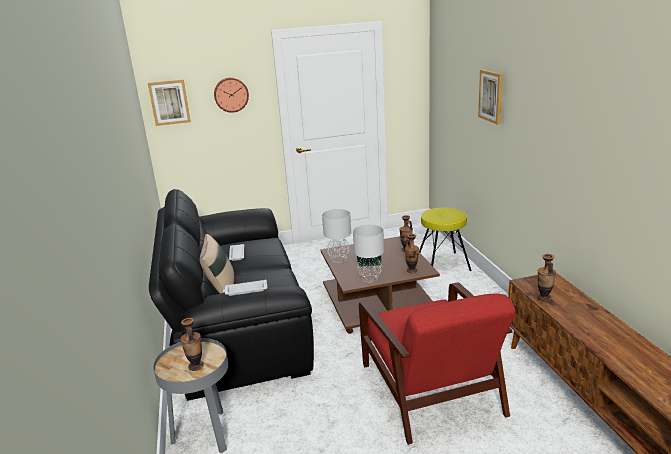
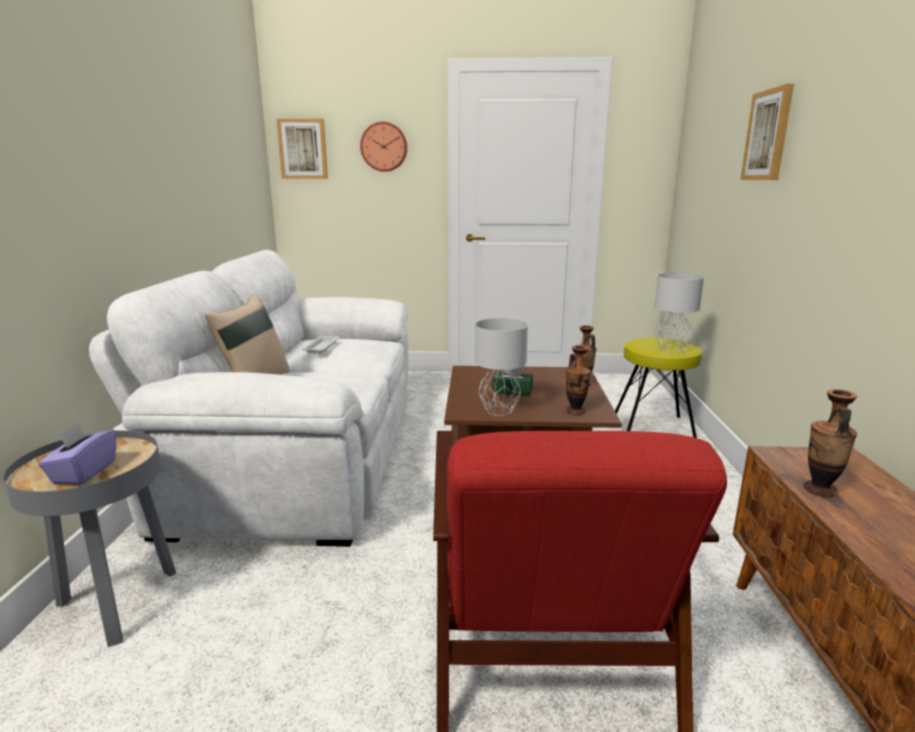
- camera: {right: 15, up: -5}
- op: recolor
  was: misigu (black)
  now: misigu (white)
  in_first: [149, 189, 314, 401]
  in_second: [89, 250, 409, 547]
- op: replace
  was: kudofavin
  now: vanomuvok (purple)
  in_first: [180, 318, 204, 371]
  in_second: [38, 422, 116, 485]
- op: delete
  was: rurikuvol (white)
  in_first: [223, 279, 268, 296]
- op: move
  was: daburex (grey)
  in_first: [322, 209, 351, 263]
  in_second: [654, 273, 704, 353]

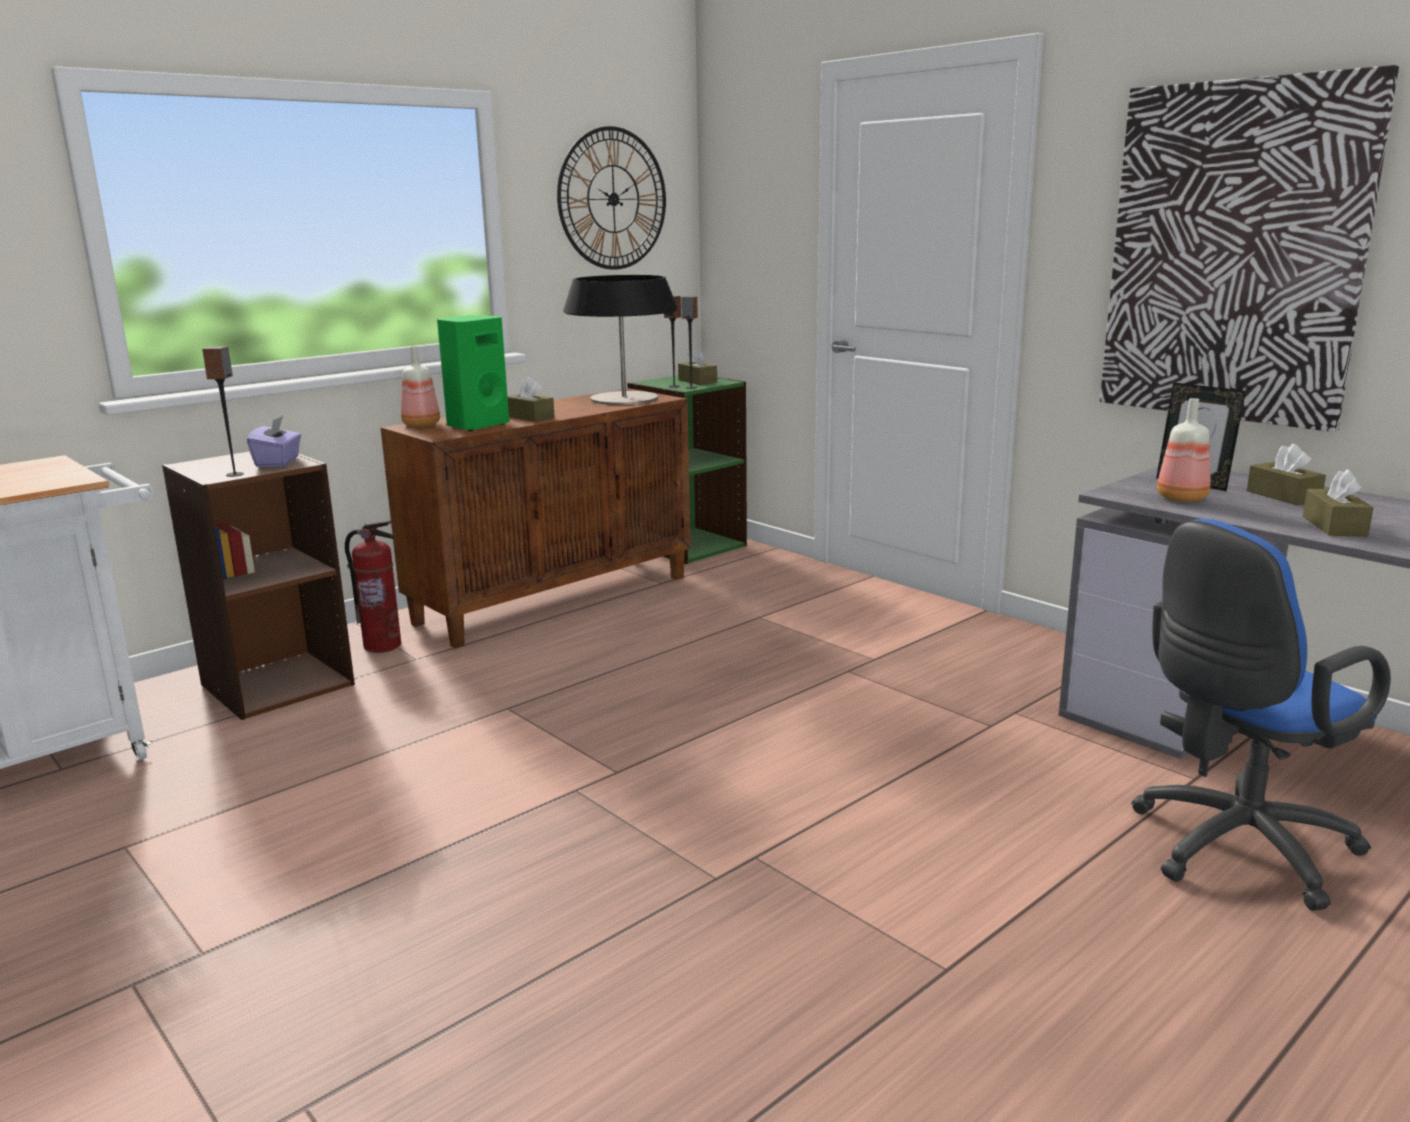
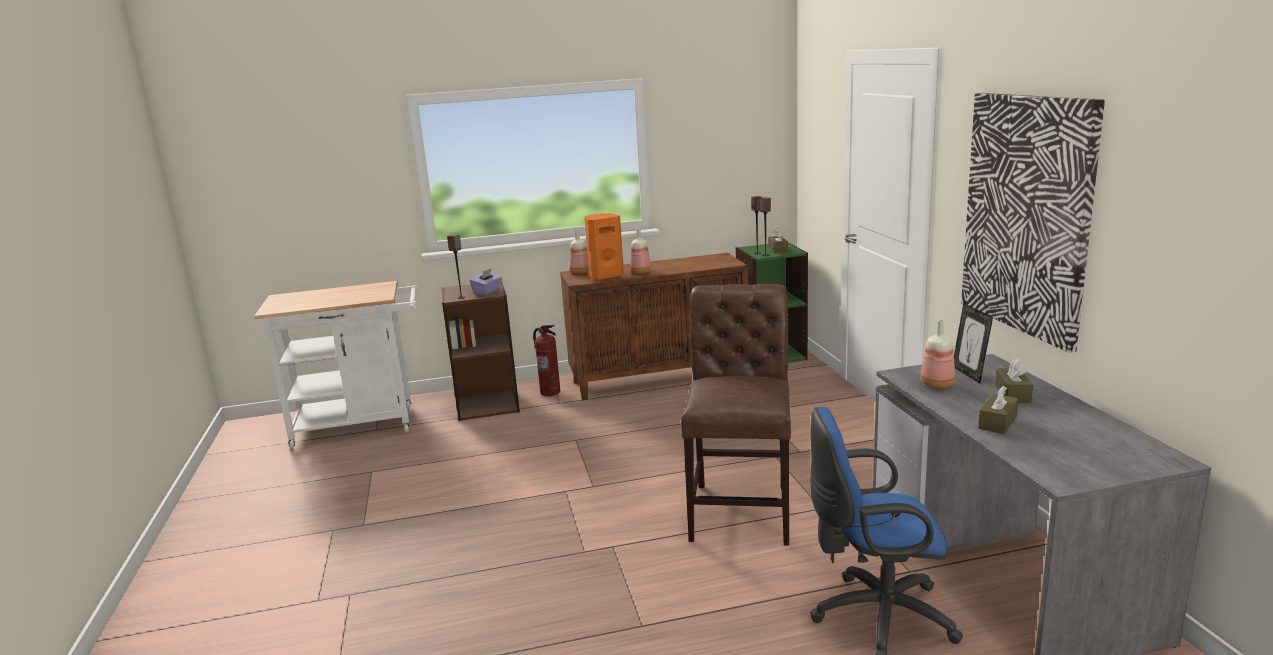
- camera: {right: 30, up: 0}
- op: recolor
  was: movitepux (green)
  now: movitepux (orange)
  in_first: [437, 315, 509, 431]
  in_second: [584, 213, 624, 280]
- op: replace
  was: vanomuvok (brown)
  now: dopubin
  in_first: [507, 377, 555, 422]
  in_second: [630, 228, 651, 274]
- op: delete
  was: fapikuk
  in_first: [557, 126, 666, 270]
- op: delete
  was: daburex
  in_first: [563, 275, 677, 405]
- op: insert
  now: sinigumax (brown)
  in_second: [681, 284, 791, 545]

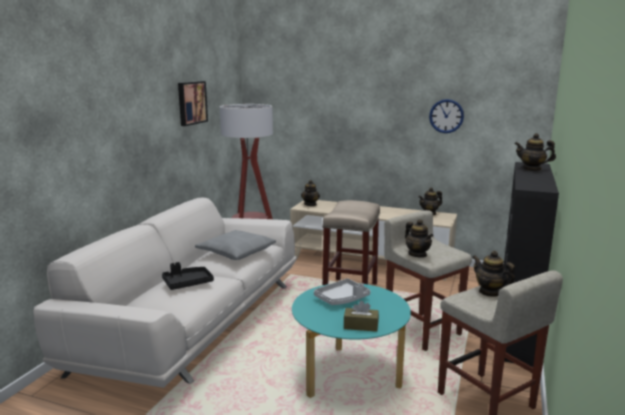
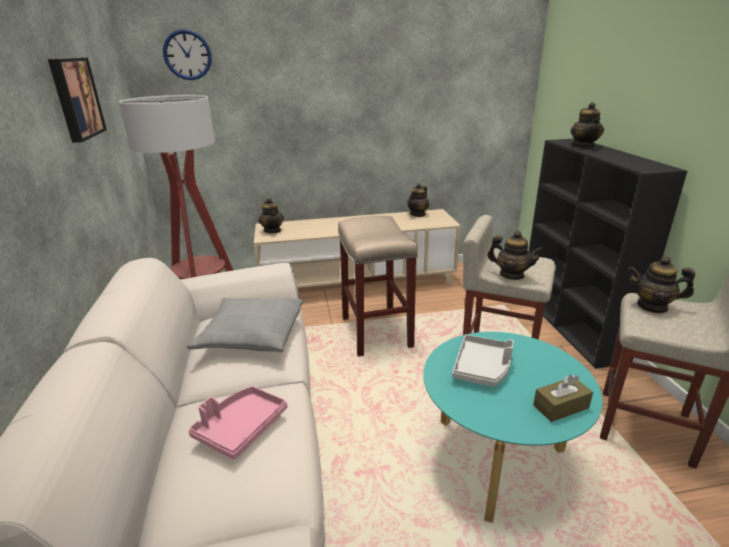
- camera: {right: -30, up: 10}
- op: recolor
  was: rurikuvol (black)
  now: rurikuvol (pink)
  in_first: [162, 262, 214, 290]
  in_second: [188, 386, 287, 459]
- op: move
  was: fapikuk
  in_first: [429, 99, 464, 133]
  in_second: [163, 29, 212, 80]
- op: rotate
  was: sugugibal
  in_first: [515, 133, 556, 171]
  in_second: [571, 102, 604, 148]
  clockwise: -75

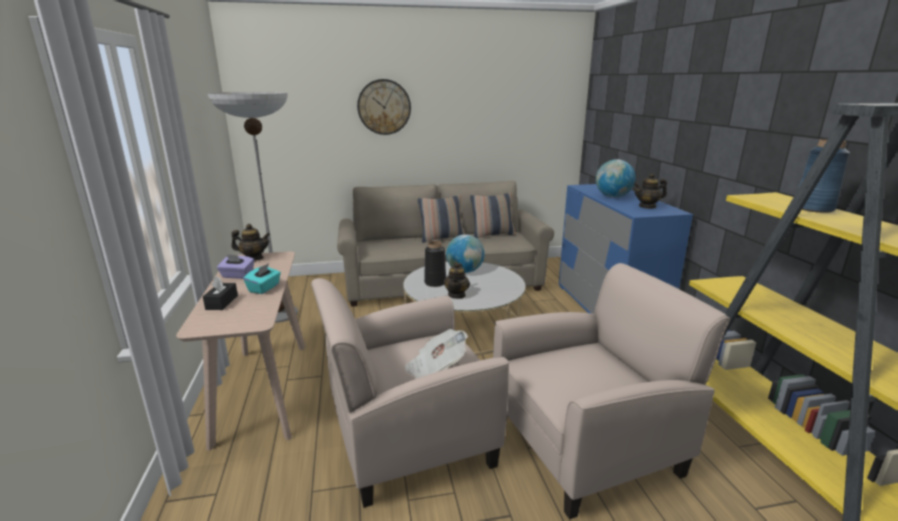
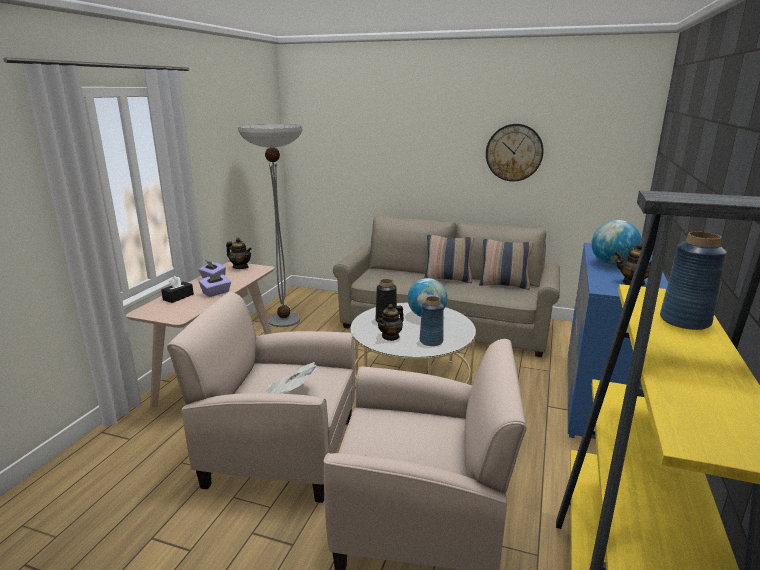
- camera: {right: 30, up: 0}
- op: recolor
  was: vanomuvok (turquoise)
  now: vanomuvok (purple)
  in_first: [243, 263, 281, 294]
  in_second: [199, 273, 231, 297]
- op: move
  was: fapikuk
  in_first: [357, 79, 411, 135]
  in_second: [486, 124, 544, 181]
- op: insert
  now: kudofavin (blue)
  in_second: [420, 296, 444, 346]

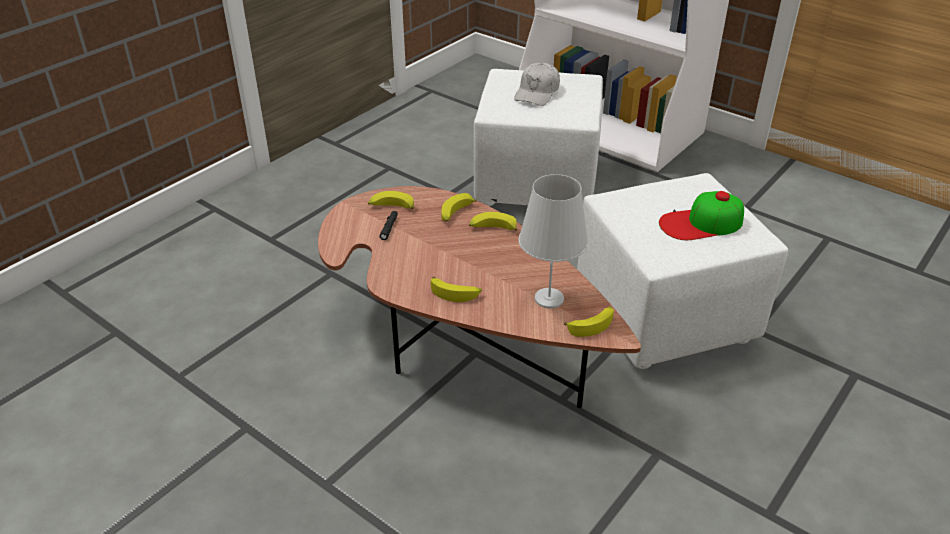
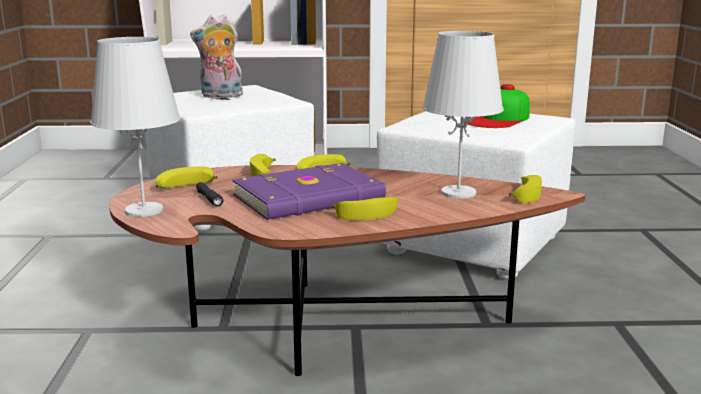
- camera: {right: -40, up: -20}
- op: replace
  was: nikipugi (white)
  now: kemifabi
  in_first: [514, 63, 560, 106]
  in_second: [190, 14, 244, 98]
- op: insert
  now: daburex (white)
  in_second: [90, 37, 180, 217]
- op: insert
  now: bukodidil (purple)
  in_second: [233, 163, 386, 220]

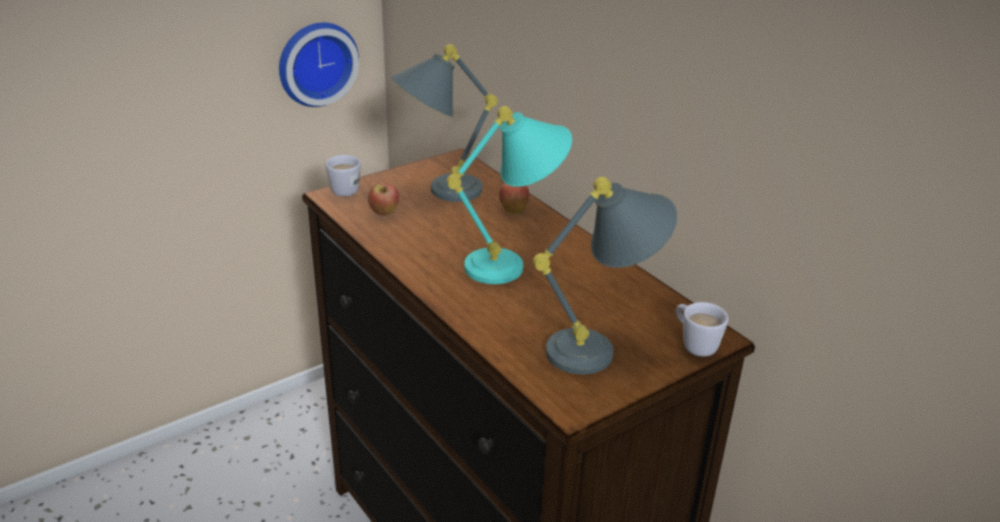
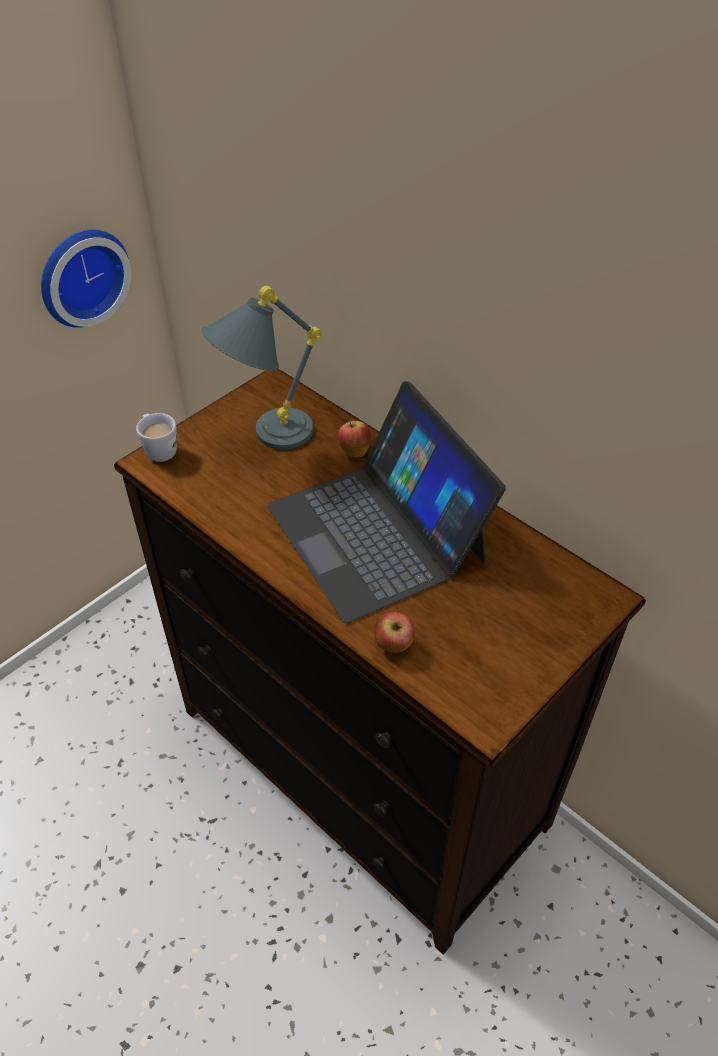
- camera: {right: -10, up: 15}
- op: move
  was: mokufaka
  in_first: [368, 183, 399, 216]
  in_second: [374, 612, 415, 653]
- op: replace
  was: daburex (turquoise)
  now: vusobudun
  in_first: [447, 106, 572, 284]
  in_second: [267, 381, 506, 623]
- op: delete
  was: daburex (grey)
  in_first: [533, 177, 677, 374]
- op: delete
  was: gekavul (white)
  in_first: [676, 302, 728, 357]

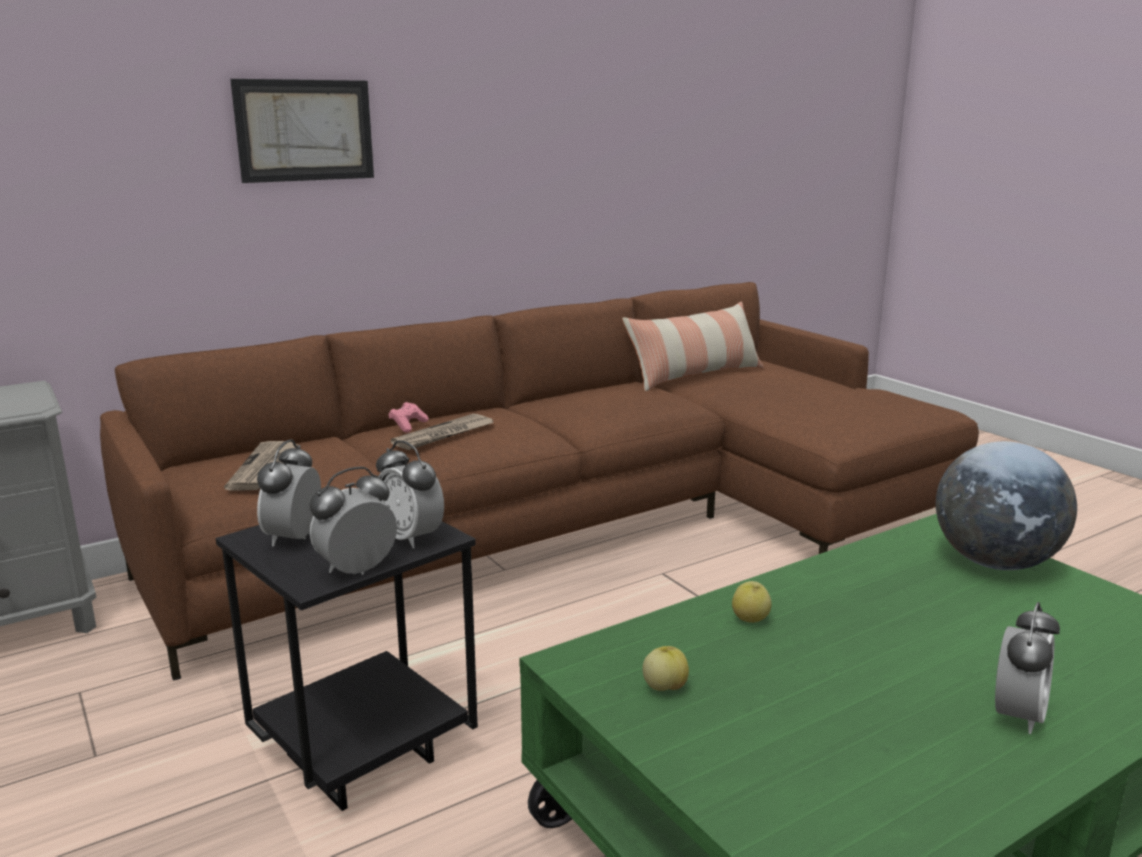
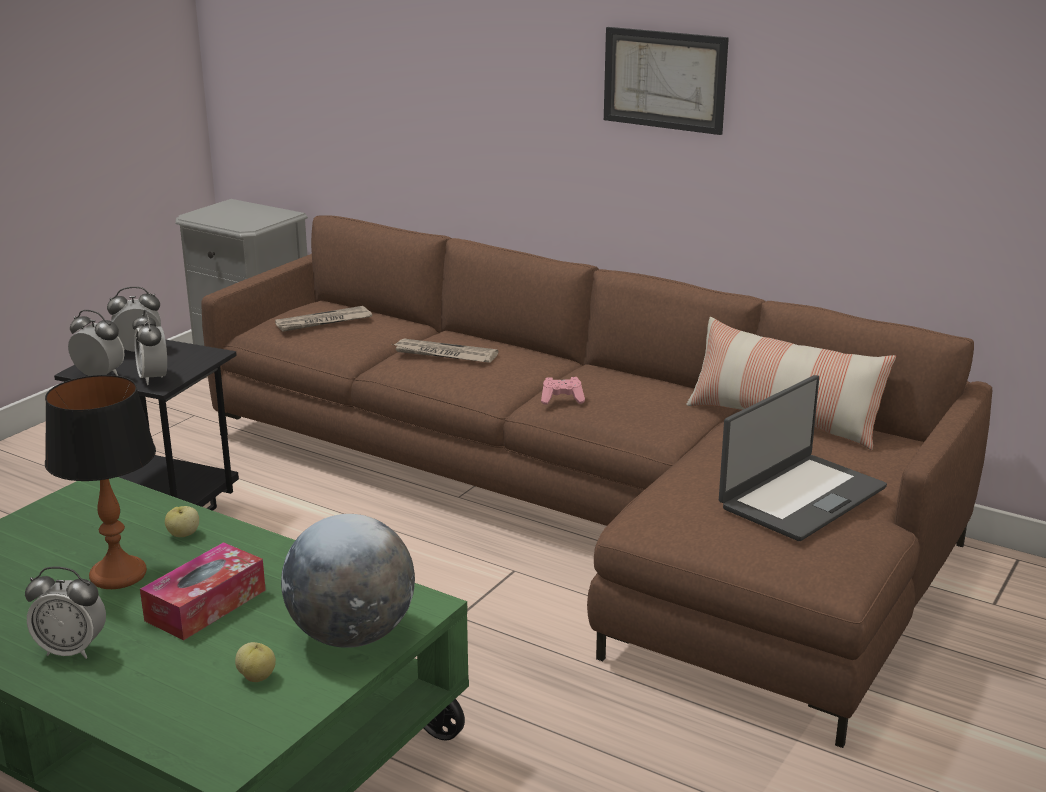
- camera: {right: 65, up: 5}
- op: move
  was: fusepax
  in_first: [230, 79, 374, 183]
  in_second: [604, 27, 729, 135]
- op: rotate
  was: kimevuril
  in_first: [376, 440, 444, 548]
  in_second: [132, 310, 167, 385]
  clockwise: -45
- op: move
  was: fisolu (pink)
  in_first: [388, 402, 429, 433]
  in_second: [541, 377, 585, 405]
- op: move
  was: mokufaka
  in_first: [642, 646, 689, 691]
  in_second: [235, 642, 276, 682]
- op: insert
  now: daburex
  in_second: [45, 375, 156, 589]
- op: insert
  now: vanomuvok
  in_second: [140, 542, 266, 640]
- op: insert
  now: vusobudun
  in_second: [719, 375, 887, 541]

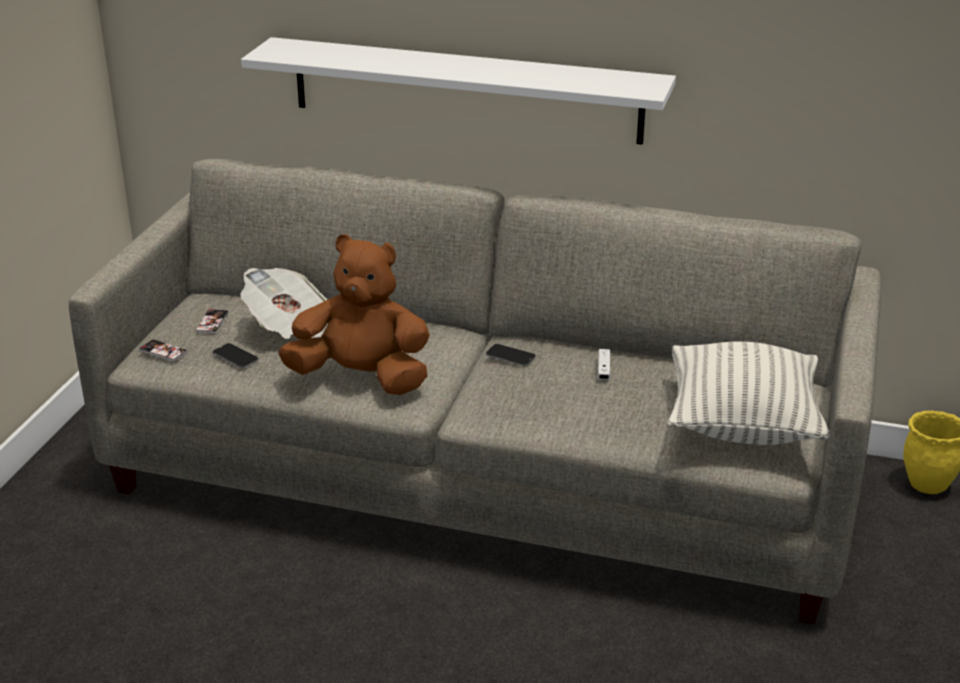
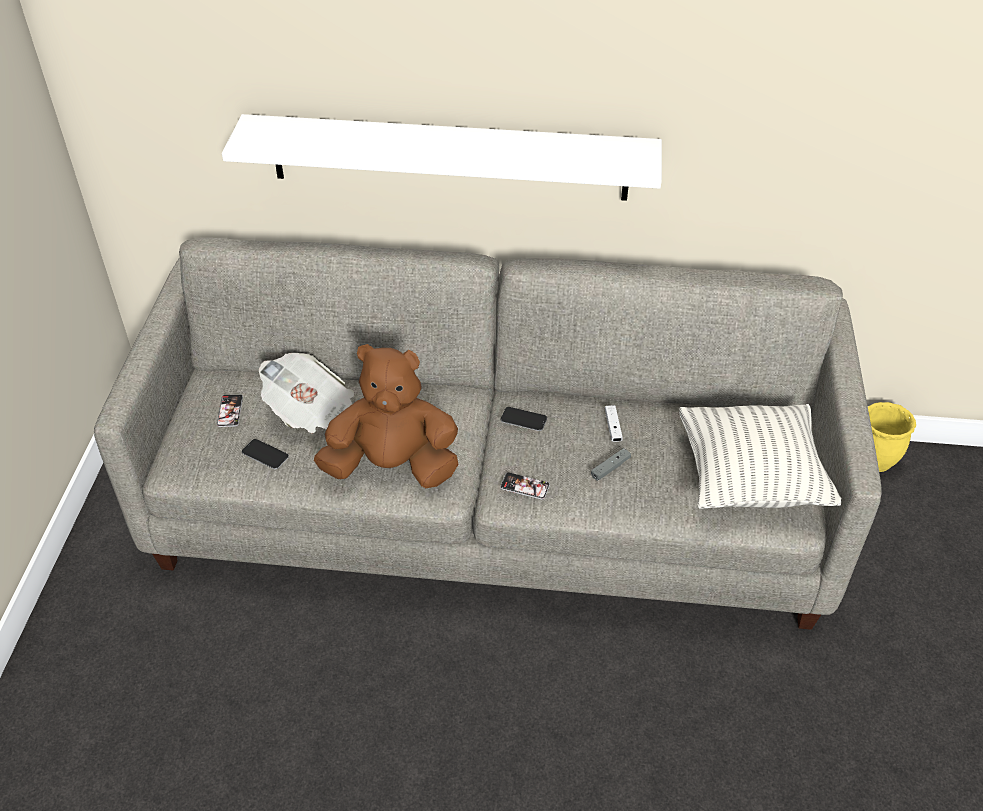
- camera: {right: -10, up: 15}
- op: move
  was: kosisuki
  in_first: [139, 339, 188, 362]
  in_second: [500, 472, 550, 500]
- op: insert
  now: fisolu (grey)
  in_second: [591, 448, 631, 481]

